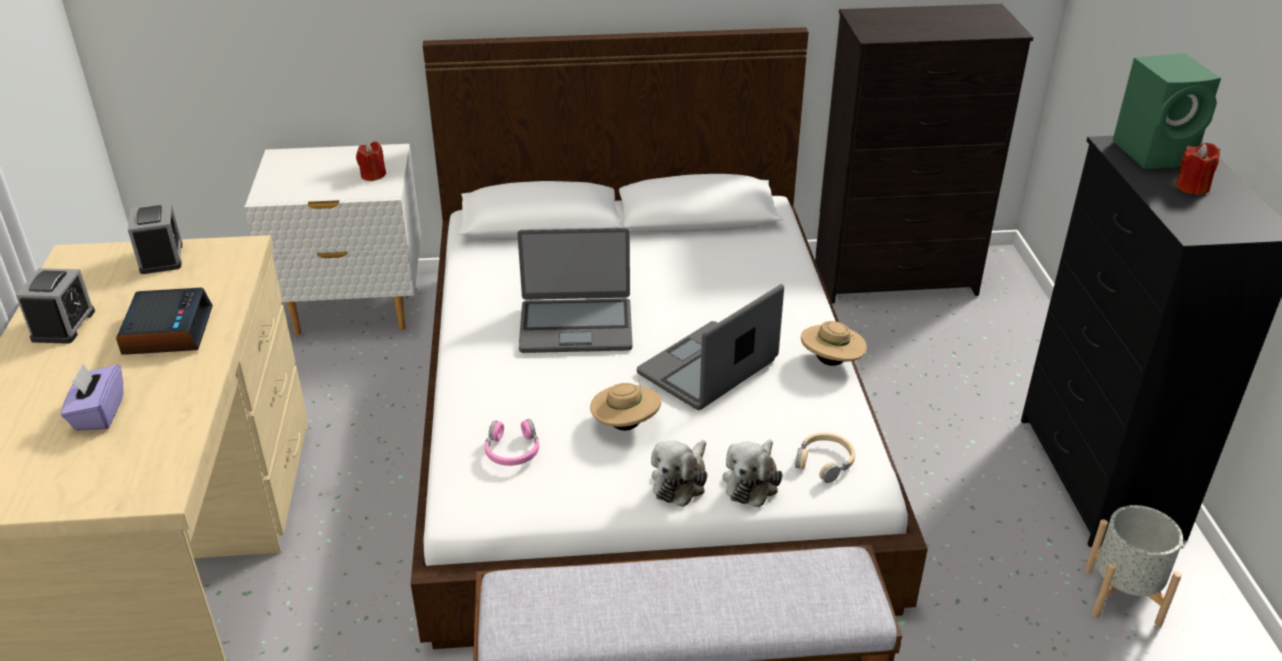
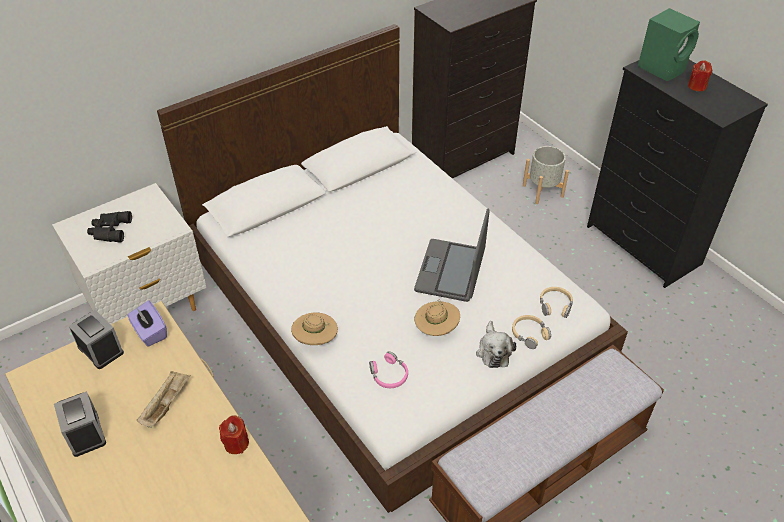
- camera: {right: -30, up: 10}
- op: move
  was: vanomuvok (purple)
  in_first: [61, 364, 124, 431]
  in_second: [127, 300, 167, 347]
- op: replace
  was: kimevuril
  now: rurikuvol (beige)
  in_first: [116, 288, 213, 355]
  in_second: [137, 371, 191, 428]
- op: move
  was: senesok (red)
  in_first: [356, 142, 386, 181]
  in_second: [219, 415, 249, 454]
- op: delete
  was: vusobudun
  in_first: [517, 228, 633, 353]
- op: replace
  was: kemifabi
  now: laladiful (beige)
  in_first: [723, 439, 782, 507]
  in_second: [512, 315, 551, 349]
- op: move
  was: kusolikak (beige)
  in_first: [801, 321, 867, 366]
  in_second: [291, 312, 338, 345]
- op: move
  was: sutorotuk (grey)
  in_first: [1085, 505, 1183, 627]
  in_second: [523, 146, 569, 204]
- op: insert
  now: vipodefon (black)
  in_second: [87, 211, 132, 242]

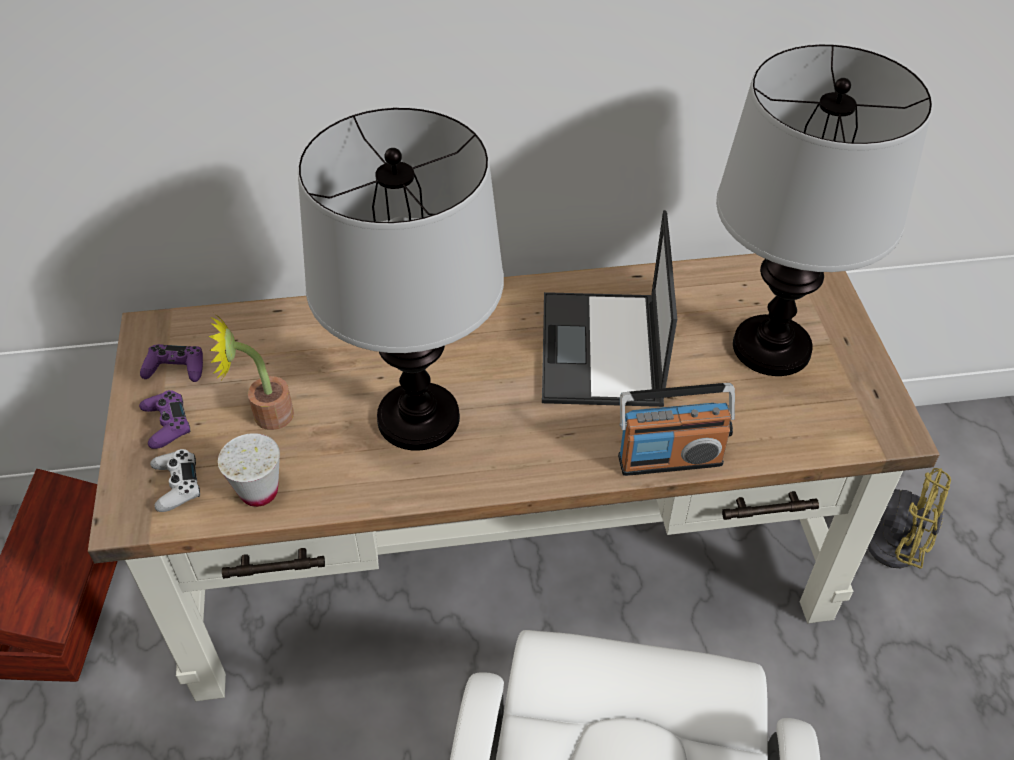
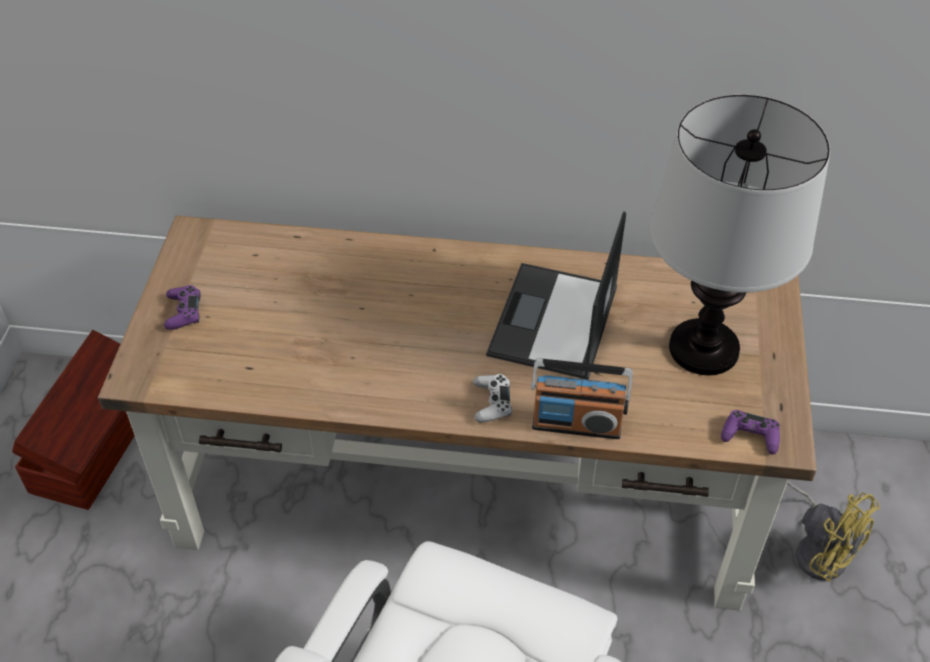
- camera: {right: 15, up: 0}
- op: move
  was: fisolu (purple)
  in_first: [140, 344, 203, 382]
  in_second: [721, 410, 780, 454]
- op: move
  was: fisolu (white)
  in_first: [150, 449, 200, 512]
  in_second: [473, 374, 512, 423]
- op: delete
  was: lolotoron
  in_first: [209, 313, 294, 430]
- op: delete
  was: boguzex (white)
  in_first: [218, 433, 280, 507]
- op: delete
  was: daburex
  in_first: [298, 107, 504, 451]

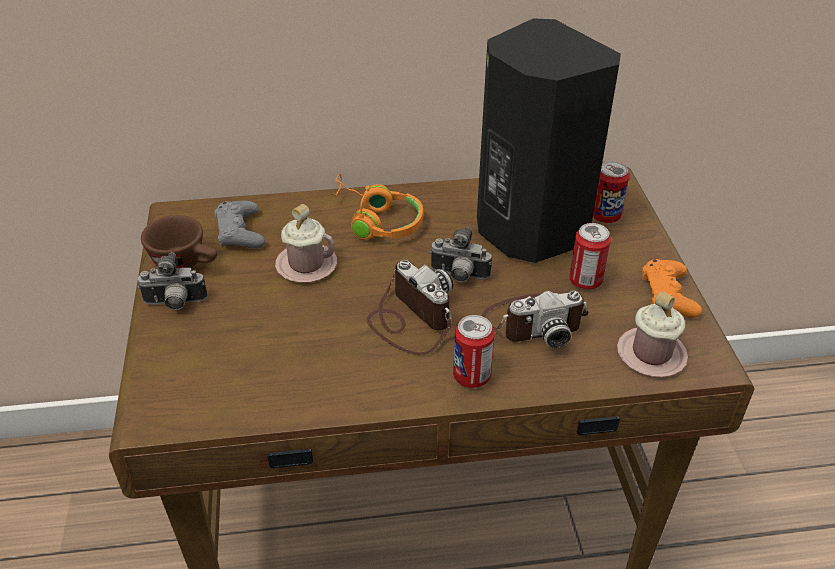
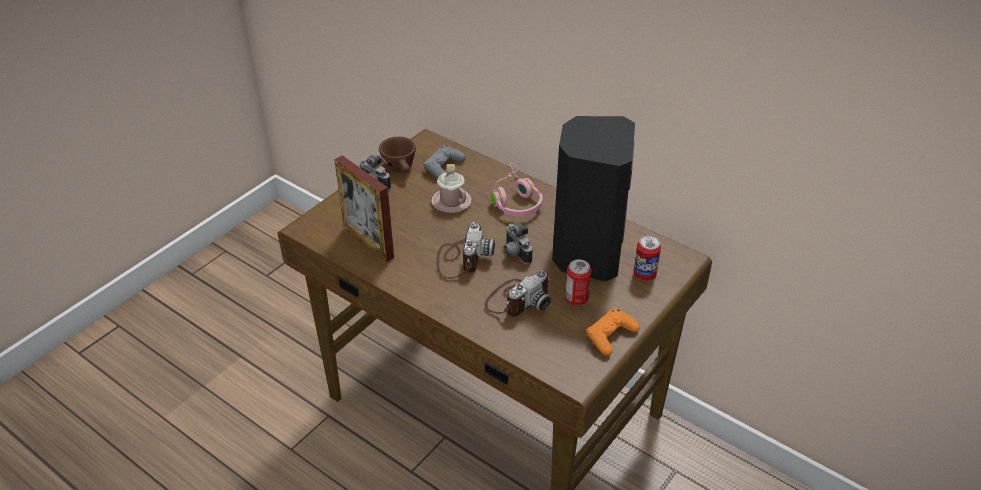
- camera: {right: 45, up: 0}
- op: recolor
  was: laladiful (orange)
  now: laladiful (pink)
  in_first: [333, 173, 423, 240]
  in_second: [491, 162, 543, 217]
- op: delete
  was: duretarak
  in_first: [453, 315, 495, 388]
- op: rotate
  was: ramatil
  in_first: [482, 291, 589, 348]
  in_second: [485, 270, 551, 317]
  clockwise: -75
- op: delete
  was: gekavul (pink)
  in_first: [617, 292, 688, 377]
- op: insert
  now: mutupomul
  in_second: [334, 155, 394, 262]

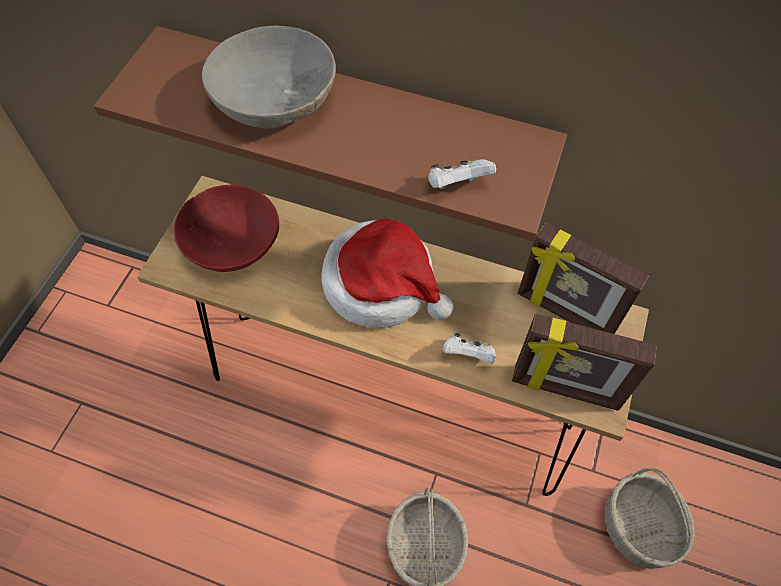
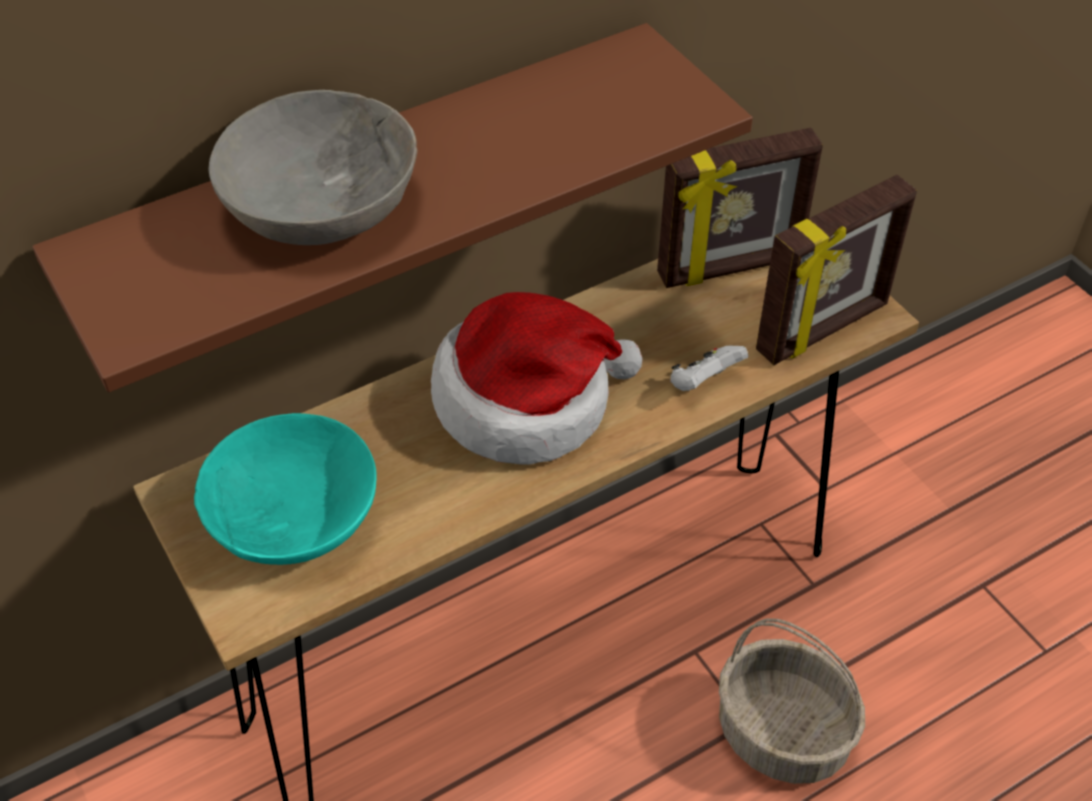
- camera: {right: -50, up: -10}
- op: recolor
  was: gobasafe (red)
  now: gobasafe (turquoise)
  in_first: [174, 185, 279, 272]
  in_second: [194, 413, 377, 565]
- op: delete
  was: fisolu (white)
  in_first: [429, 159, 496, 189]
- op: delete
  was: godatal
  in_first: [605, 468, 695, 569]

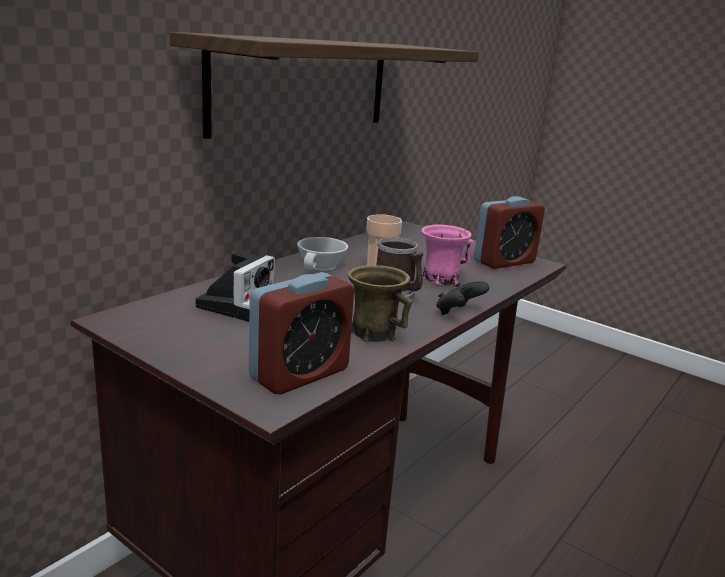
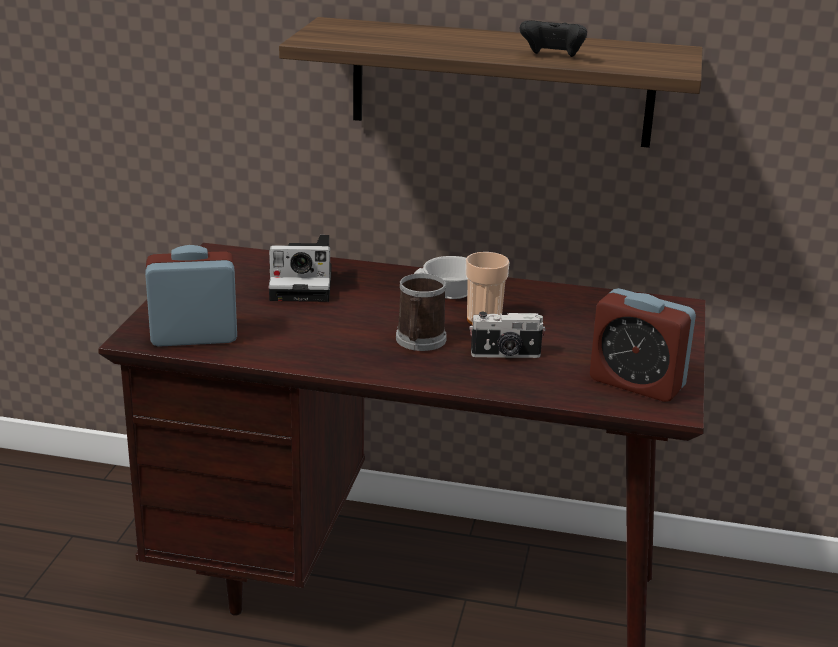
- camera: {right: 65, up: 5}
- op: rotate
  was: kimevuril
  in_first: [249, 272, 354, 394]
  in_second: [145, 245, 237, 347]
  clockwise: 150
- op: delete
  was: gekavul (brown)
  in_first: [348, 265, 412, 342]
- op: replace
  was: gekavul (pink)
  now: ramatil
  in_first: [421, 225, 473, 285]
  in_second: [469, 312, 546, 358]
- op: move
  was: fisolu (black)
  in_first: [436, 281, 489, 315]
  in_second: [520, 20, 587, 57]

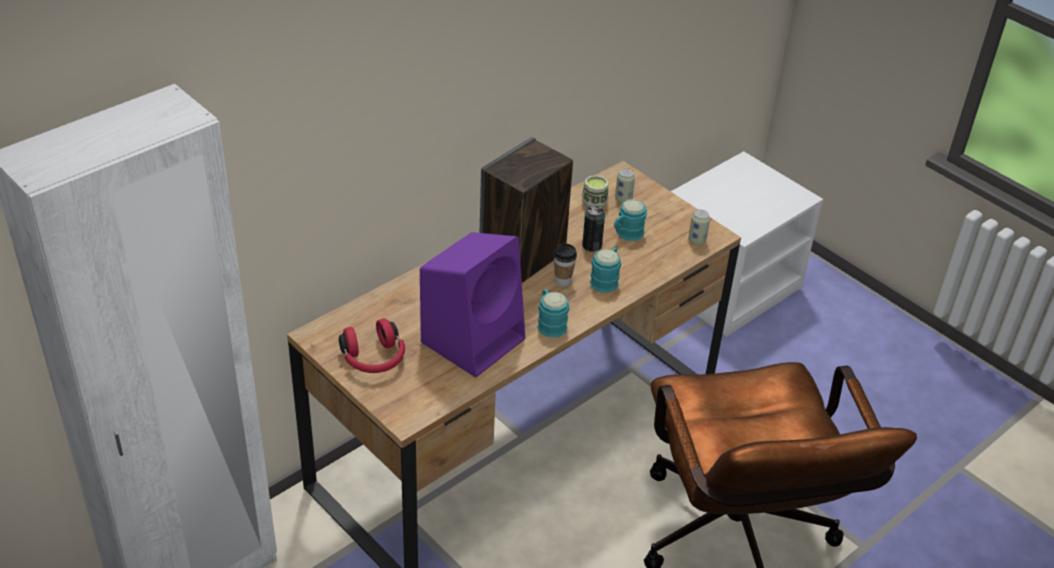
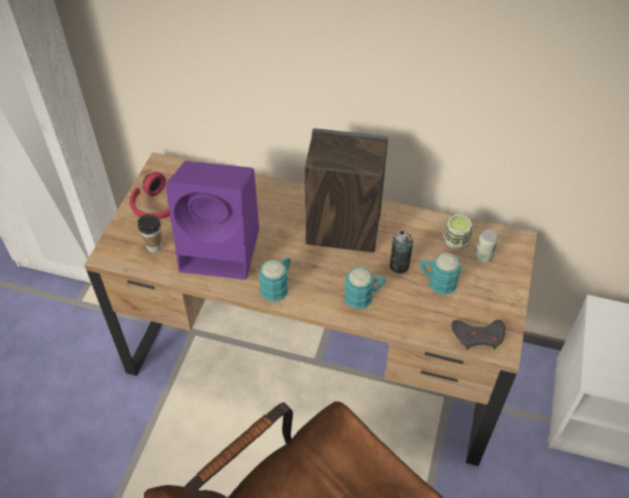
- camera: {right: 60, up: 10}
- op: move
  was: boguzex
  in_first: [553, 244, 577, 287]
  in_second: [138, 214, 163, 253]
- op: replace
  was: duretarak
  now: fisolu (grey)
  in_first: [688, 210, 710, 245]
  in_second: [452, 320, 505, 350]

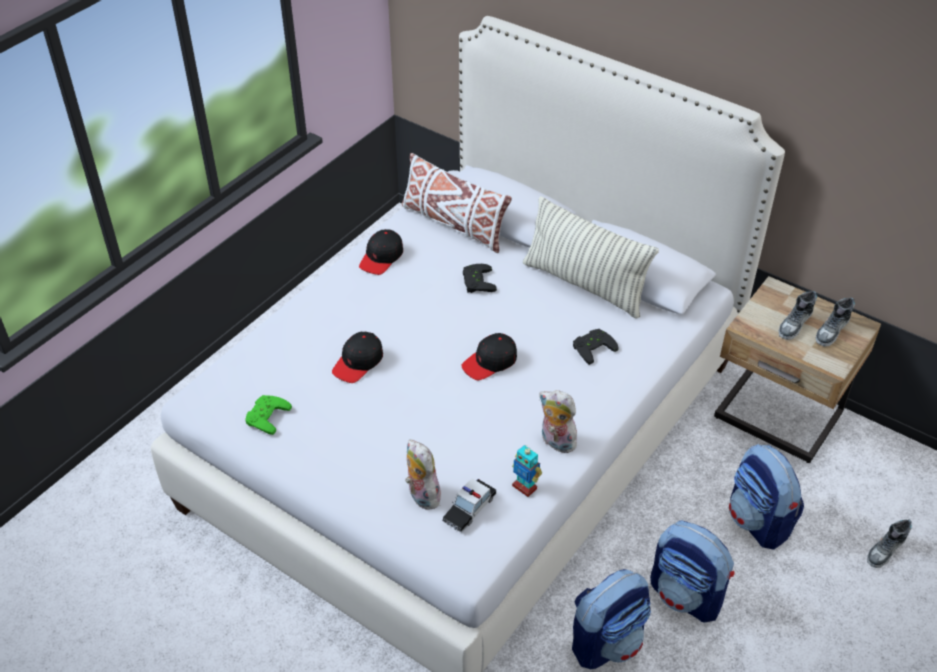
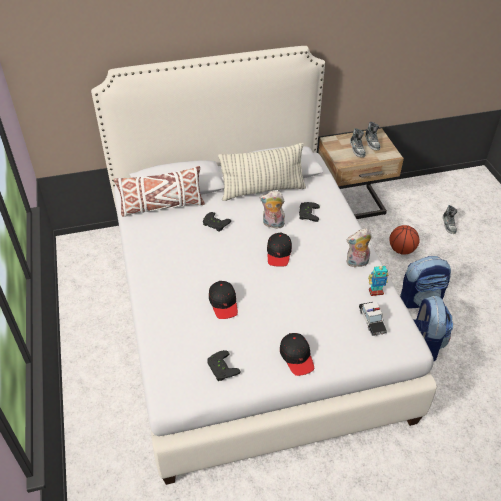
- camera: {right: -50, up: 0}
- op: recolor
  was: fisolu (green)
  now: fisolu (black)
  in_first: [245, 395, 292, 435]
  in_second: [207, 350, 241, 381]
- op: move
  was: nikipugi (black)
  in_first: [359, 229, 403, 275]
  in_second: [280, 333, 314, 376]
- op: move
  was: kemifabi
  in_first: [405, 439, 441, 510]
  in_second: [260, 191, 285, 228]
- op: replace
  was: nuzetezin
  now: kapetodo
  in_first: [729, 444, 804, 550]
  in_second: [389, 225, 420, 255]

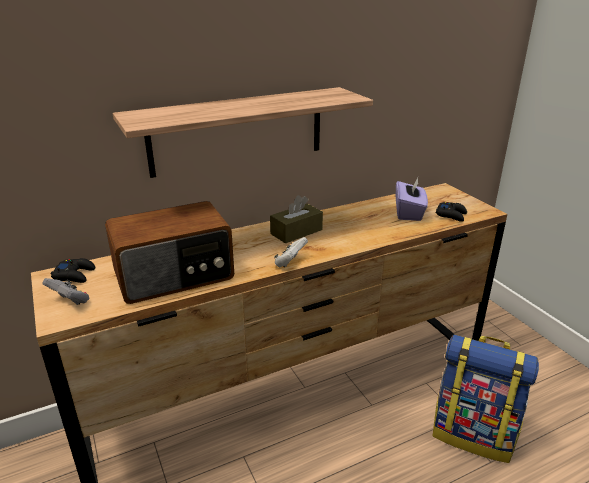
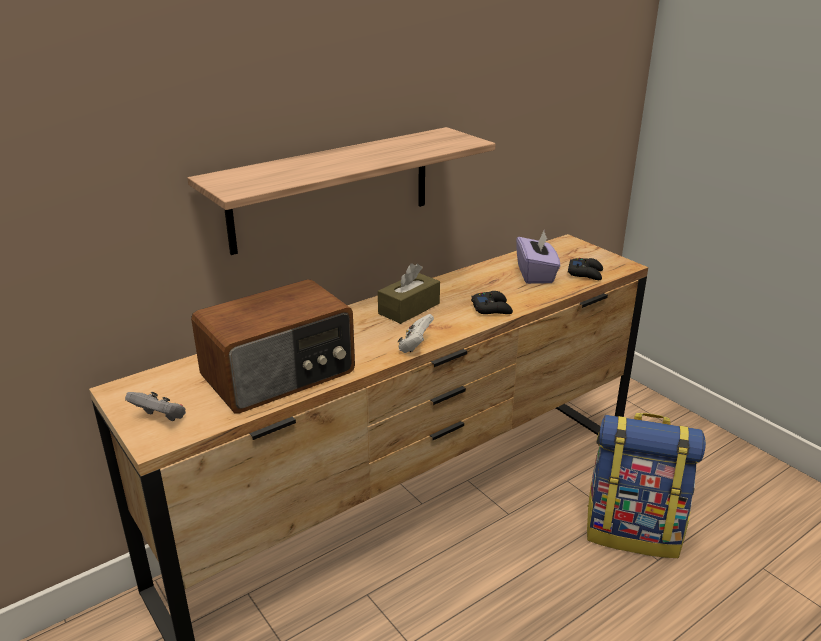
- camera: {right: -10, up: 0}
- op: move
  was: fisolu (black)
  in_first: [50, 258, 95, 283]
  in_second: [471, 291, 513, 314]

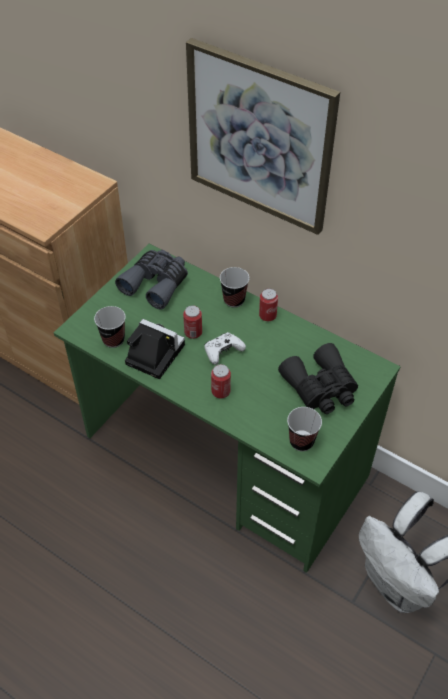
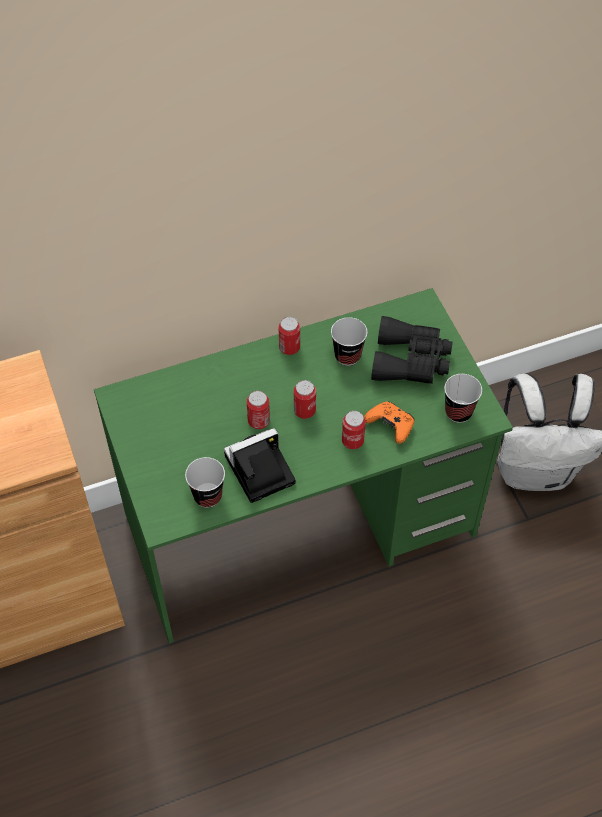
- camera: {right: -55, up: 5}
- op: delete
  was: vipodefon (grey)
  in_first: [115, 250, 188, 310]
- op: delete
  was: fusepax
  in_first: [186, 38, 340, 235]
- op: replace
  was: fisolu (white)
  now: duretarak
  in_first: [204, 332, 246, 365]
  in_second: [294, 380, 316, 419]
- op: move
  was: boguzex
  in_first: [220, 267, 249, 307]
  in_second: [331, 317, 367, 366]
- op: insert
  now: fisolu (orange)
  in_second: [364, 401, 414, 444]

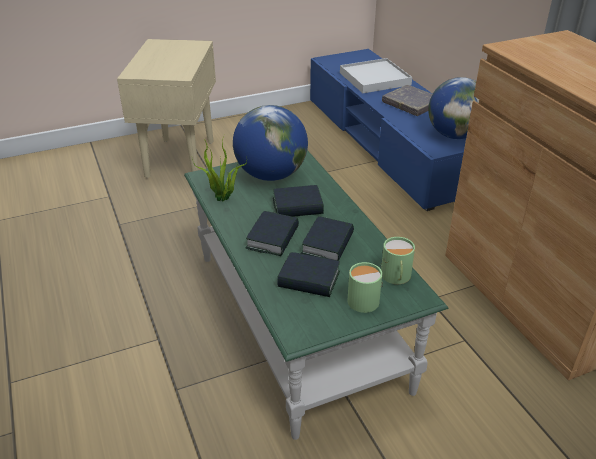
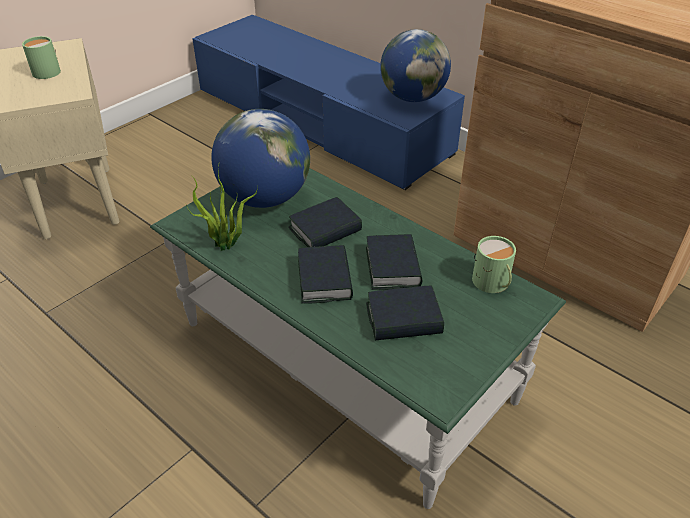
- camera: {right: -25, up: 5}
- op: delete
  was: rurikuvol (white)
  in_first: [340, 58, 412, 93]
- op: move
  was: gekavul (green)
  in_first: [347, 262, 382, 313]
  in_second: [22, 36, 61, 79]
- op: delete
  was: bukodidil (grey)
  in_first: [382, 85, 432, 116]

